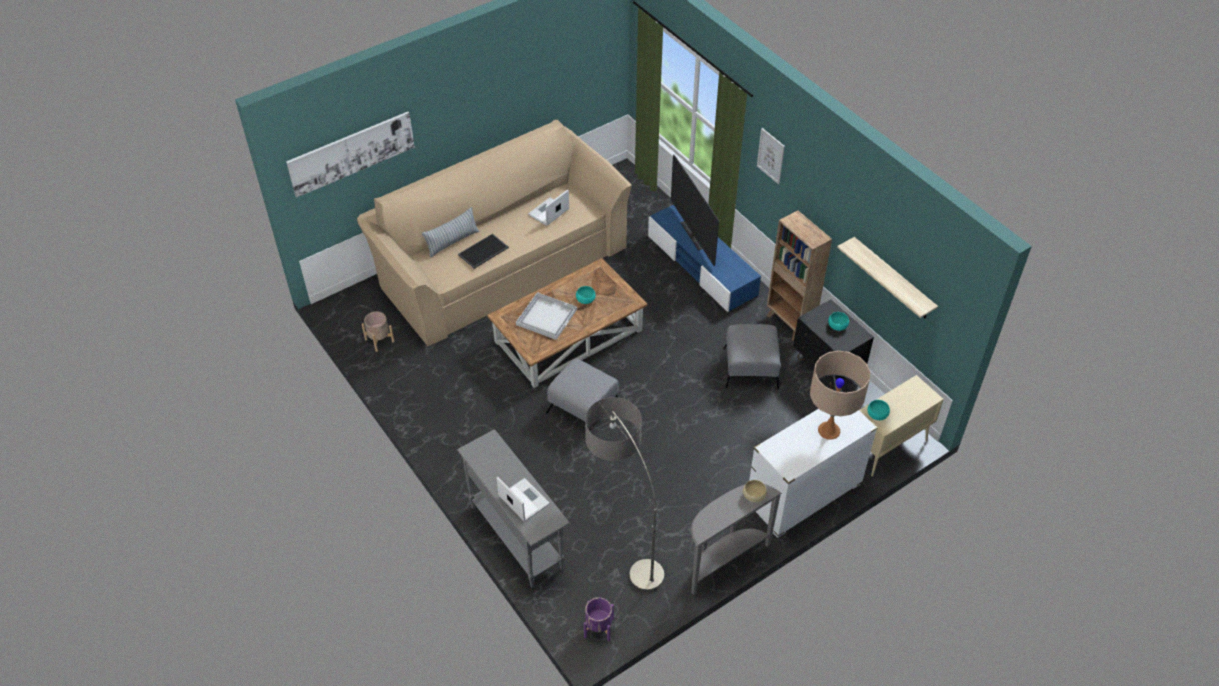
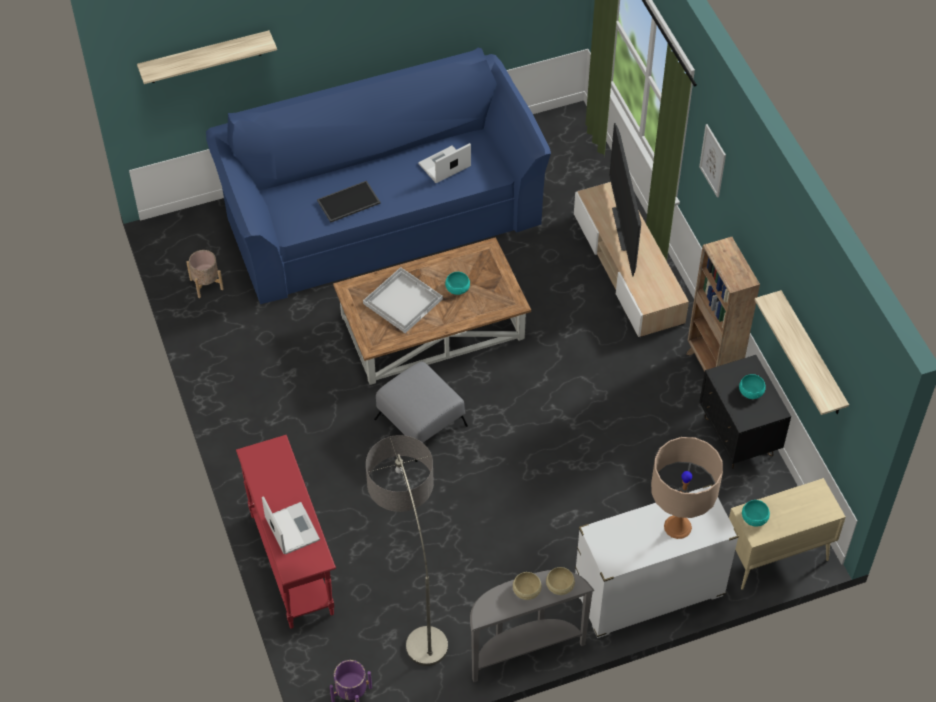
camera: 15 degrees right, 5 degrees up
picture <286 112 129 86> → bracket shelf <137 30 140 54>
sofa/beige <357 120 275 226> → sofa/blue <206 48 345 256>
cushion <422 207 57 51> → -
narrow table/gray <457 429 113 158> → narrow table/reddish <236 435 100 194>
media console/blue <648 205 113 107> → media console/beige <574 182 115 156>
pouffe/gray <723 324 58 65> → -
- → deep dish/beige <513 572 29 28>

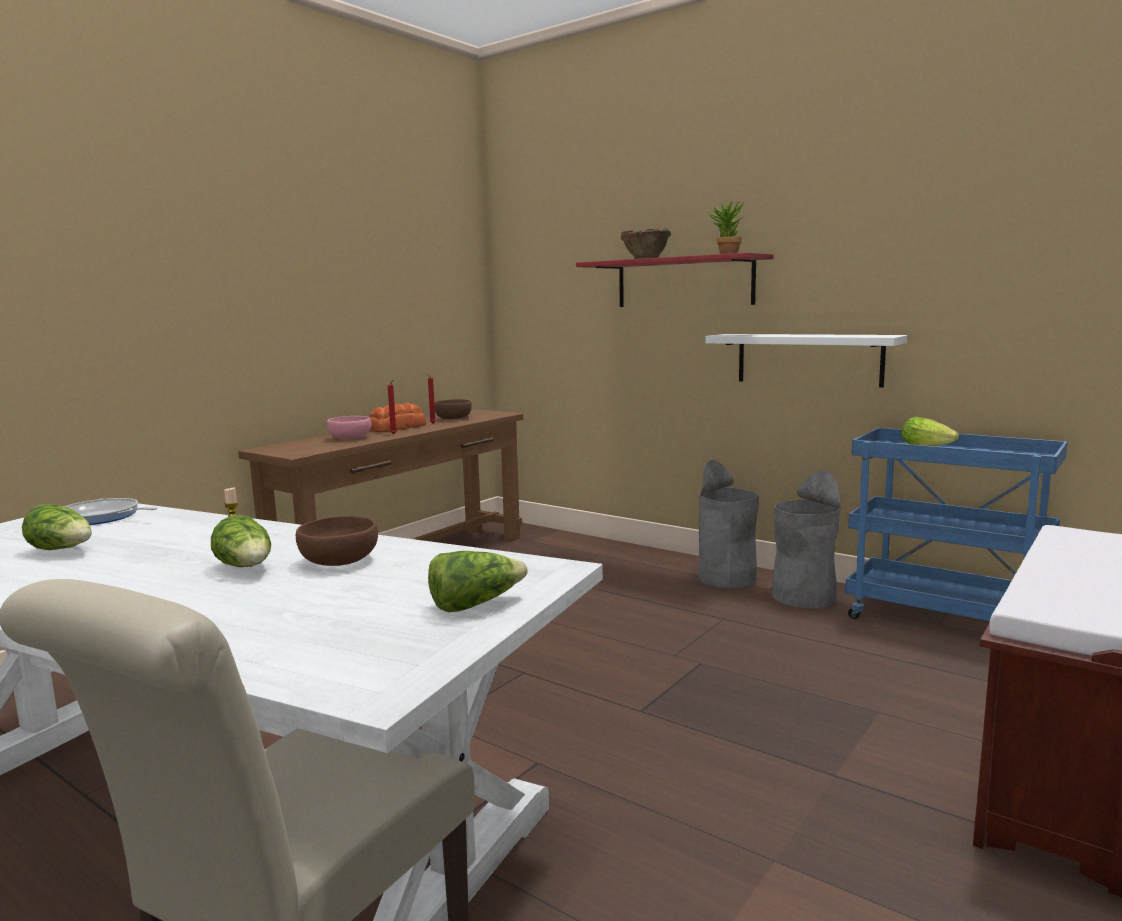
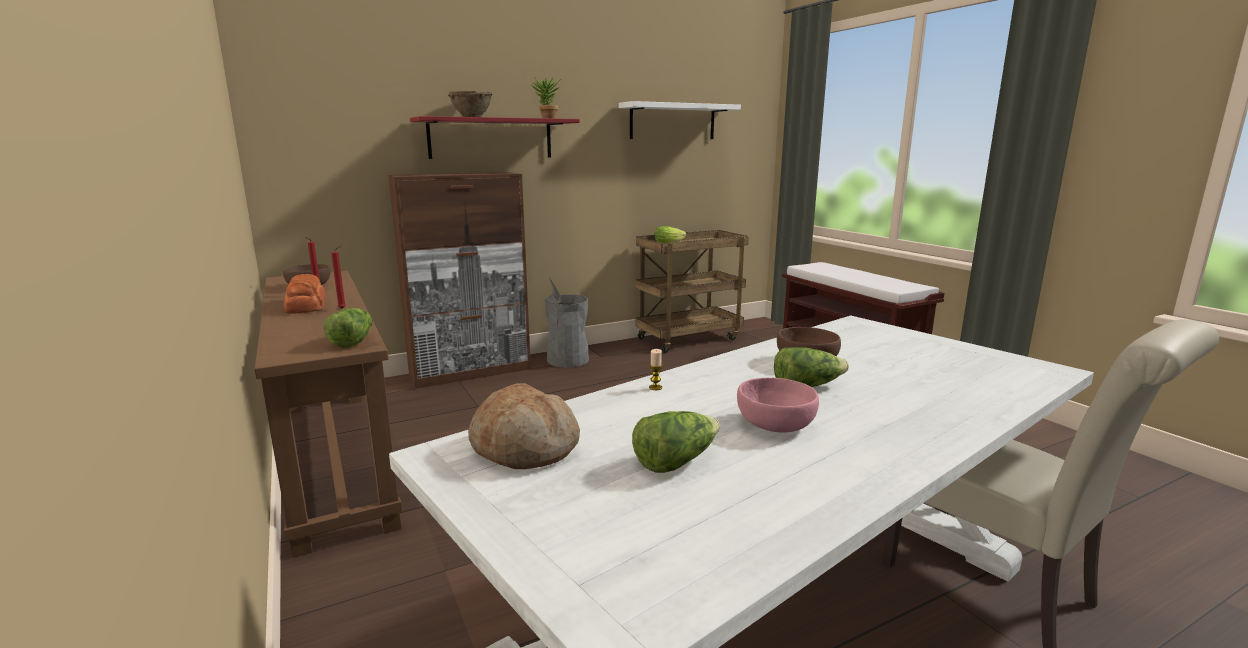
camera: 65 degrees left, 5 degrees up
pan <63 498 95 27> → bakery bread <468 383 112 86>
deep dish/pink <327 416 45 23> → deep dish/pink <737 378 82 55>, moved
head of lettuce <428 551 100 61> → head of lettuce <324 308 48 40>, moved
bracket shelf/white <705 334 202 54> → bracket shelf/white <619 101 122 38>, moved
trash can/gray <772 471 69 137> → -
wheeled cart/blue <845 428 223 193> → wheeled cart/brownish <636 230 113 123>
- → storage cabinet/brownish <388 172 143 217>

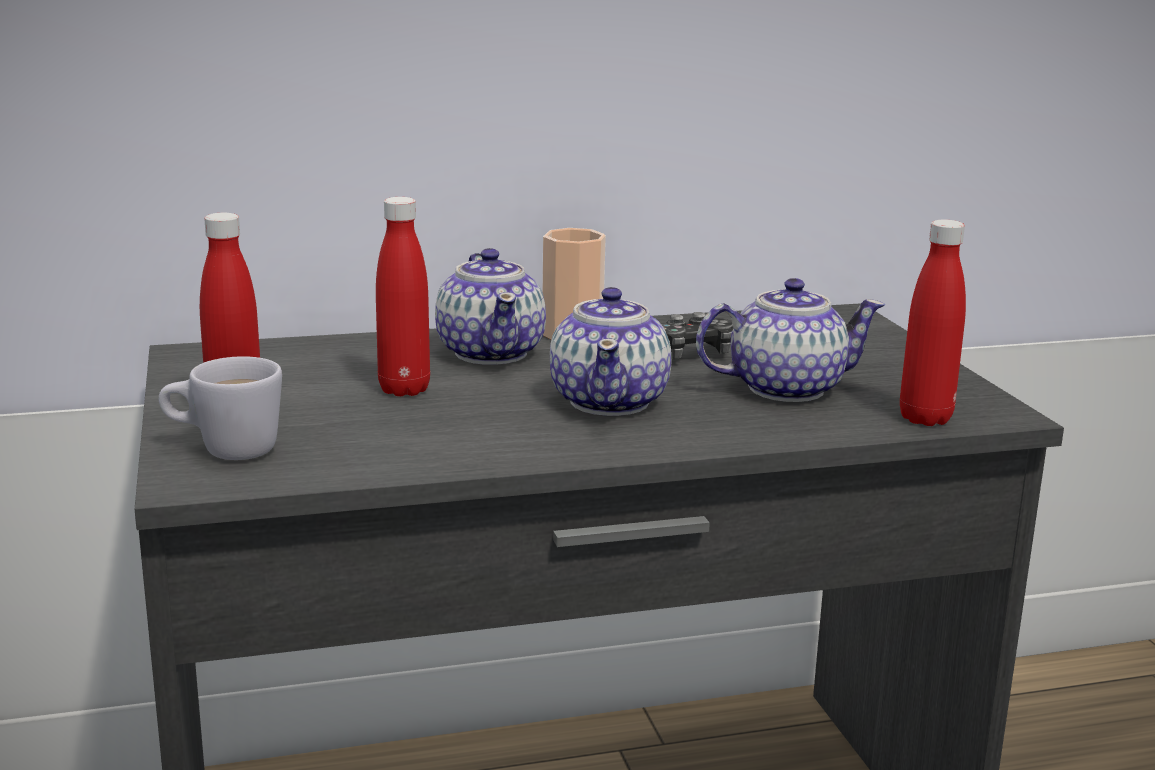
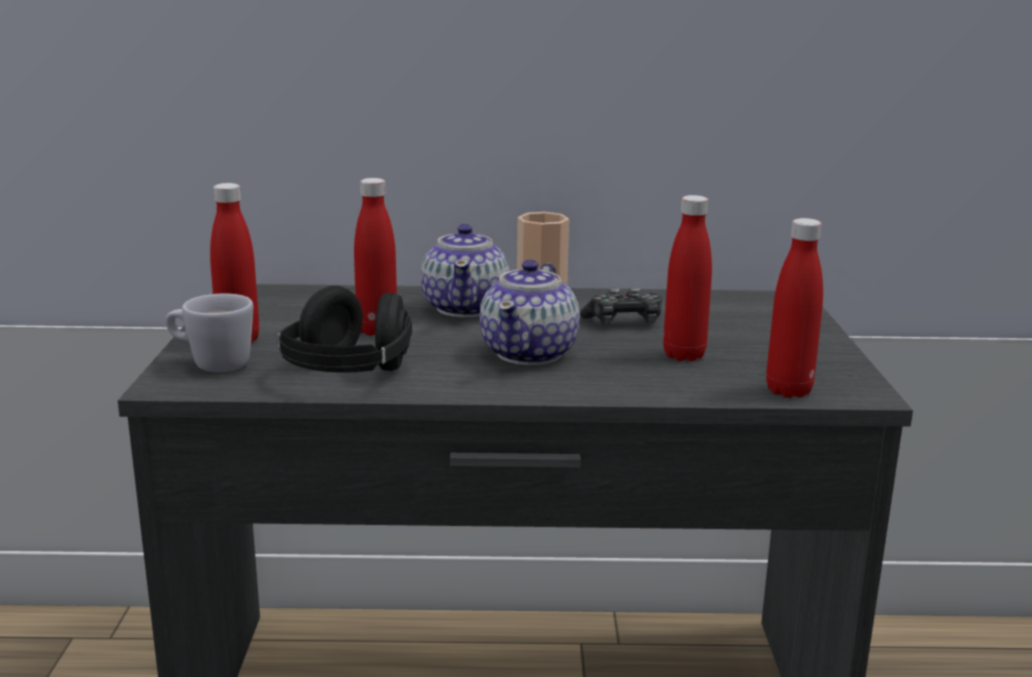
camera: 15 degrees right, 0 degrees up
teapot <696 278 190 124> → beverage bottle/reddish <663 195 49 166>
- → pair of headphones/blackish <277 286 135 87>

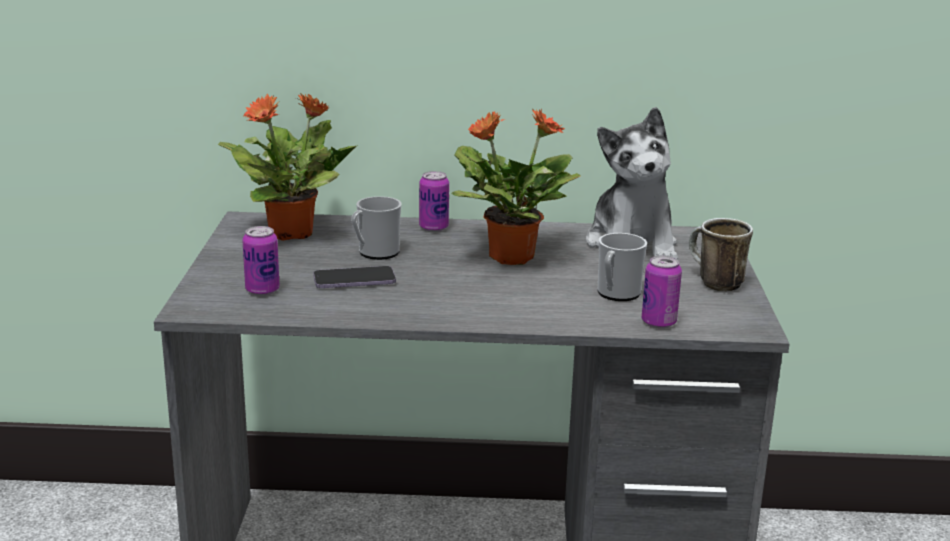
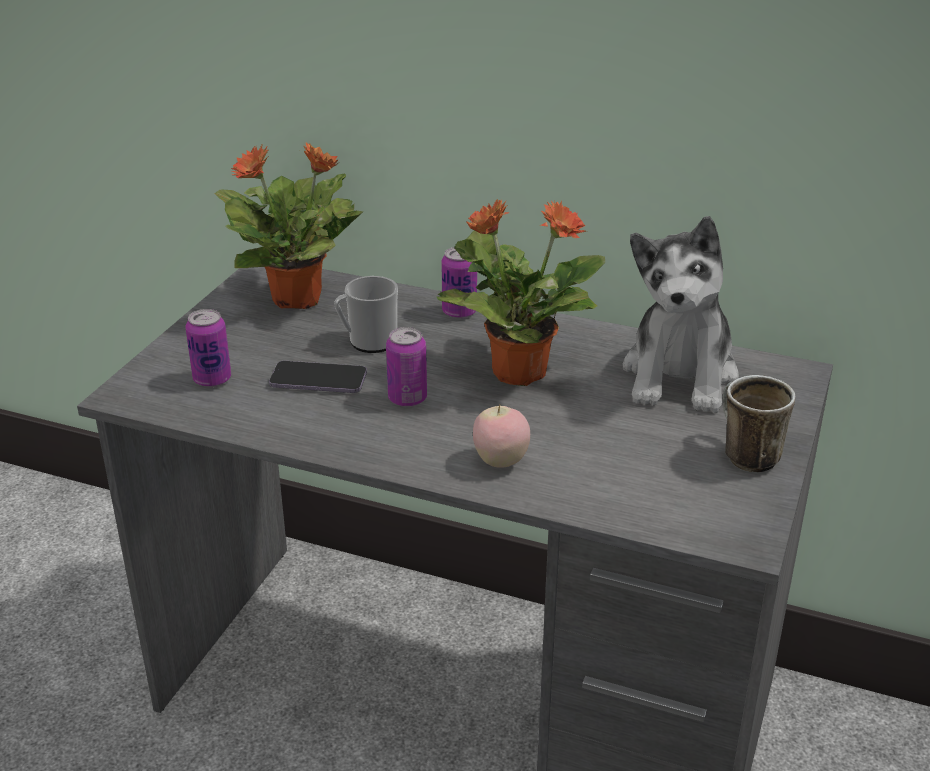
camera: 20 degrees right, 10 degrees up
coffee mug <597 233 50 68> → -
can <641 256 41 72> → can <386 327 41 80>, moved
- → apple <473 405 57 63>

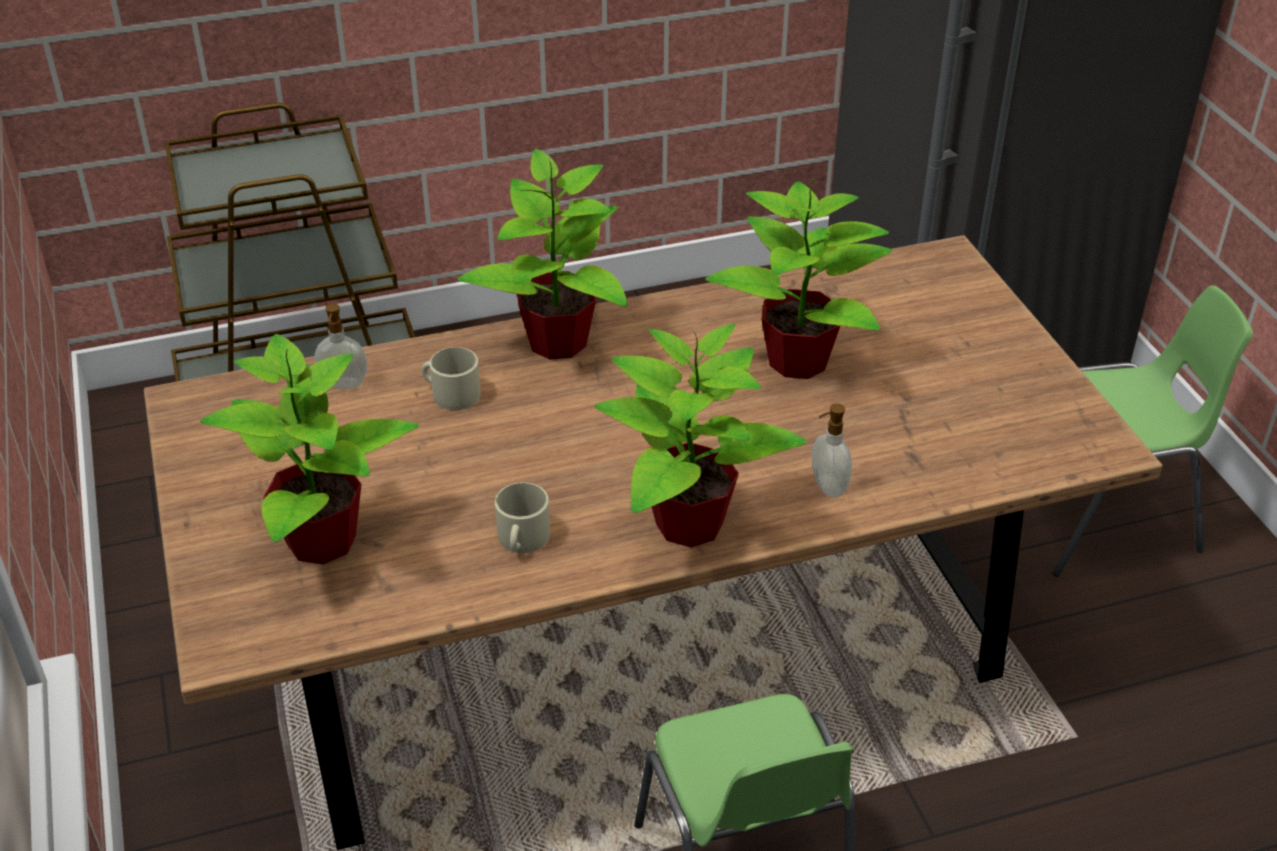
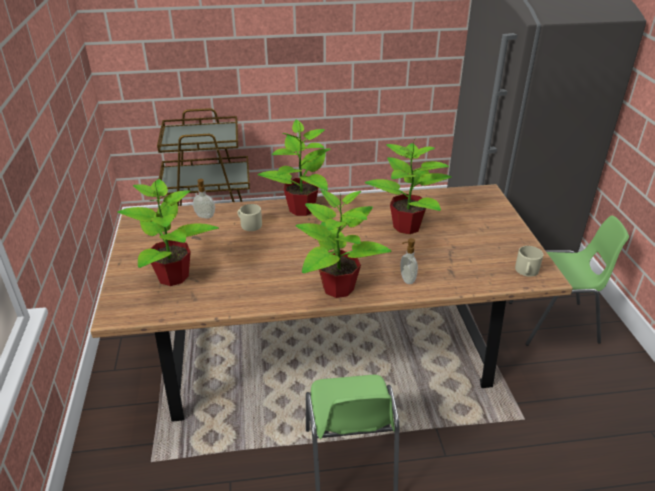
camera: 10 degrees right, 5 degrees down
coffee mug/beige <495 482 55 71> → coffee mug/beige <515 246 28 31>, moved

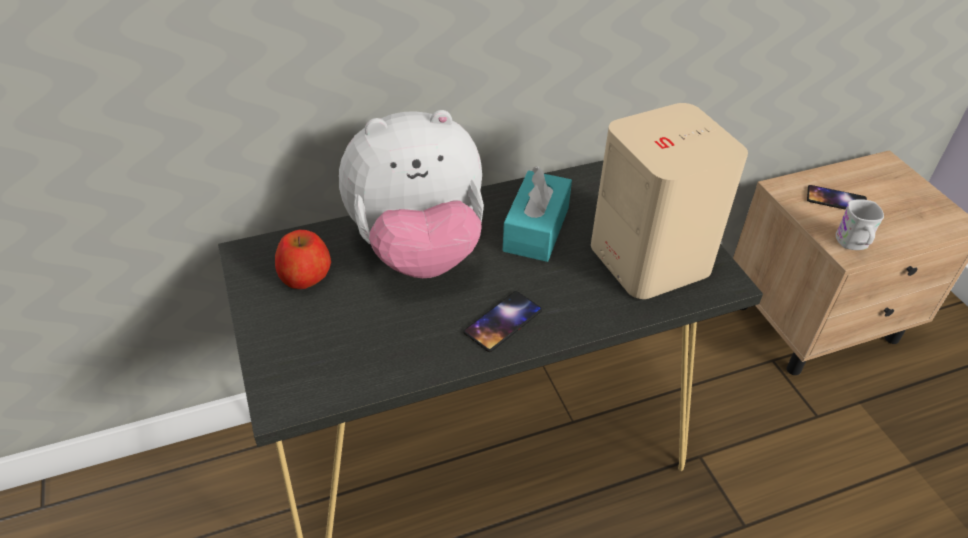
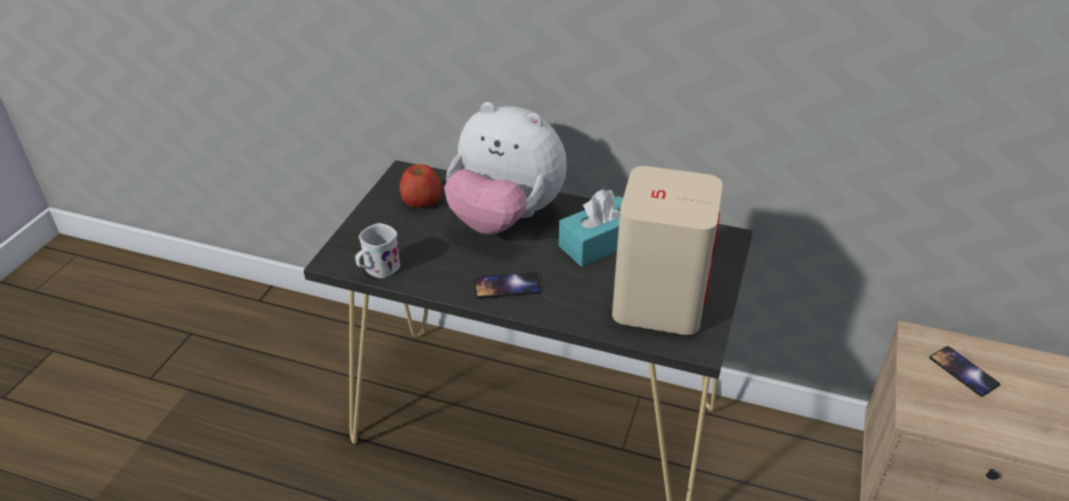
camera: 40 degrees right, 5 degrees down
coffee mug/white <836 199 48 51> → coffee mug/white <355 223 45 55>, moved

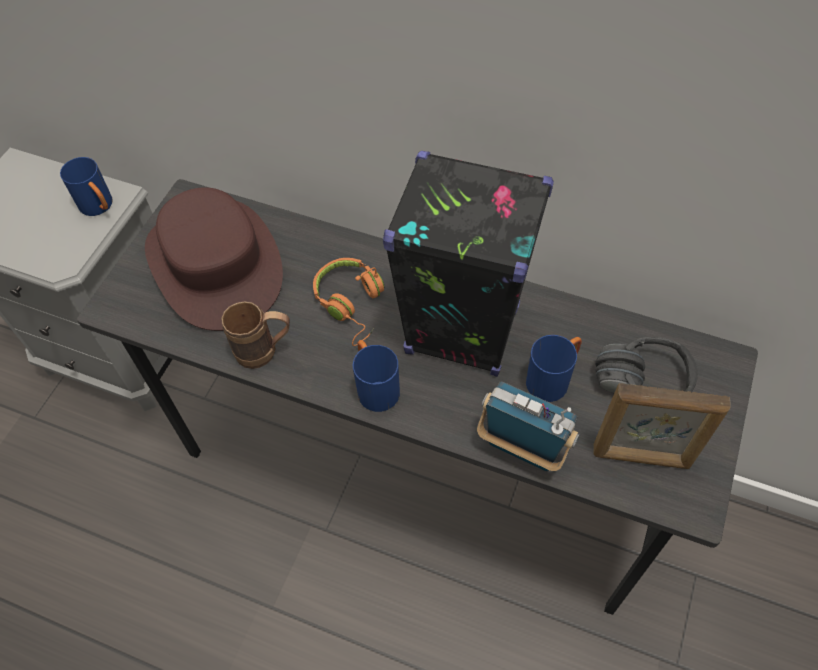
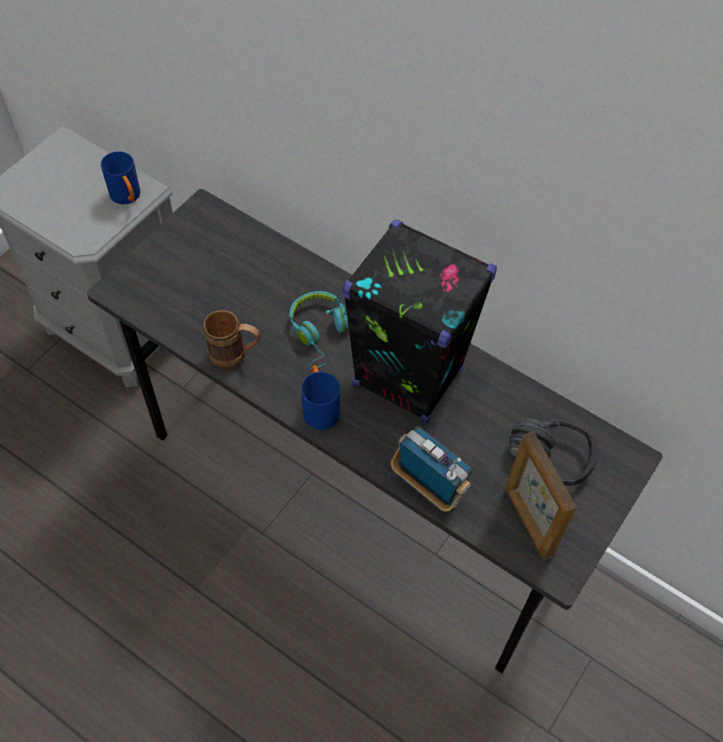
camera: 10 degrees right, 0 degrees up
hat/brownish <145 187 138 144> → -
pair of headphones/orange <313 258 71 88> → pair of headphones/turquoise <289 291 60 78>
coffee mug/blue <526 335 56 67> → -
photo frame <593 383 138 86> → photo frame <505 431 72 127>, 45 degrees clockwise

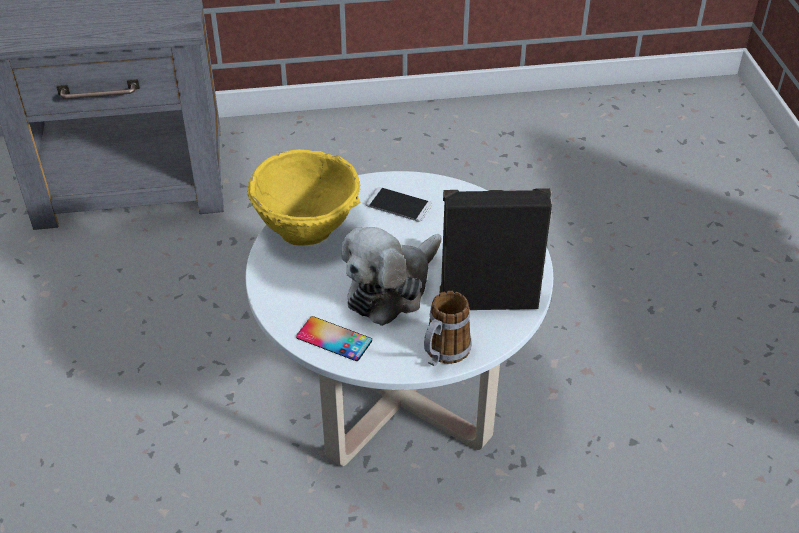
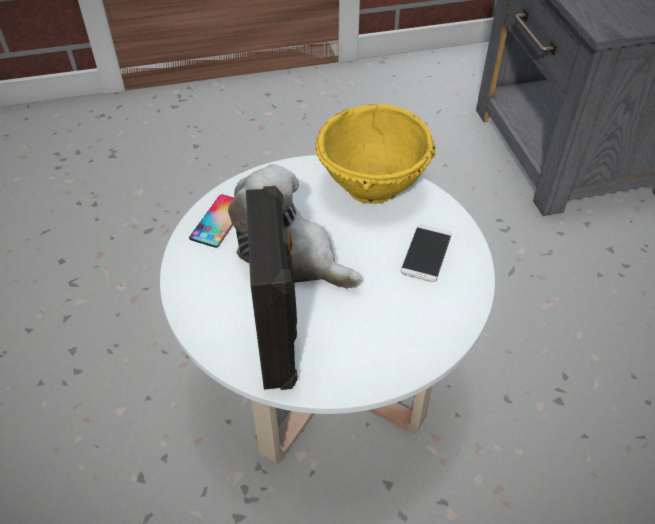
camera: 85 degrees right, 5 degrees up
coffee mug <424 291 47 75> → -

